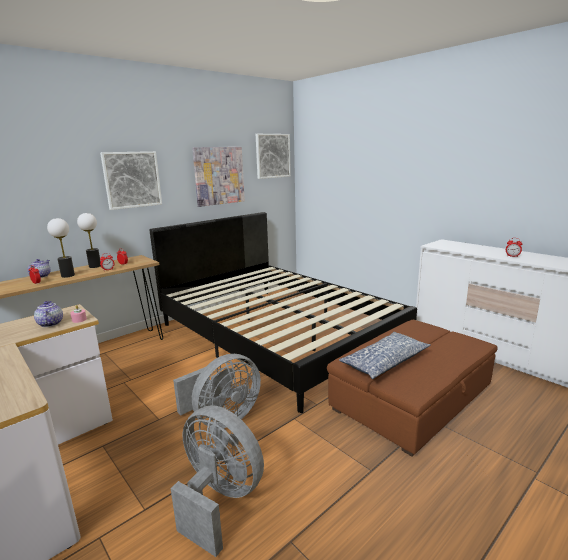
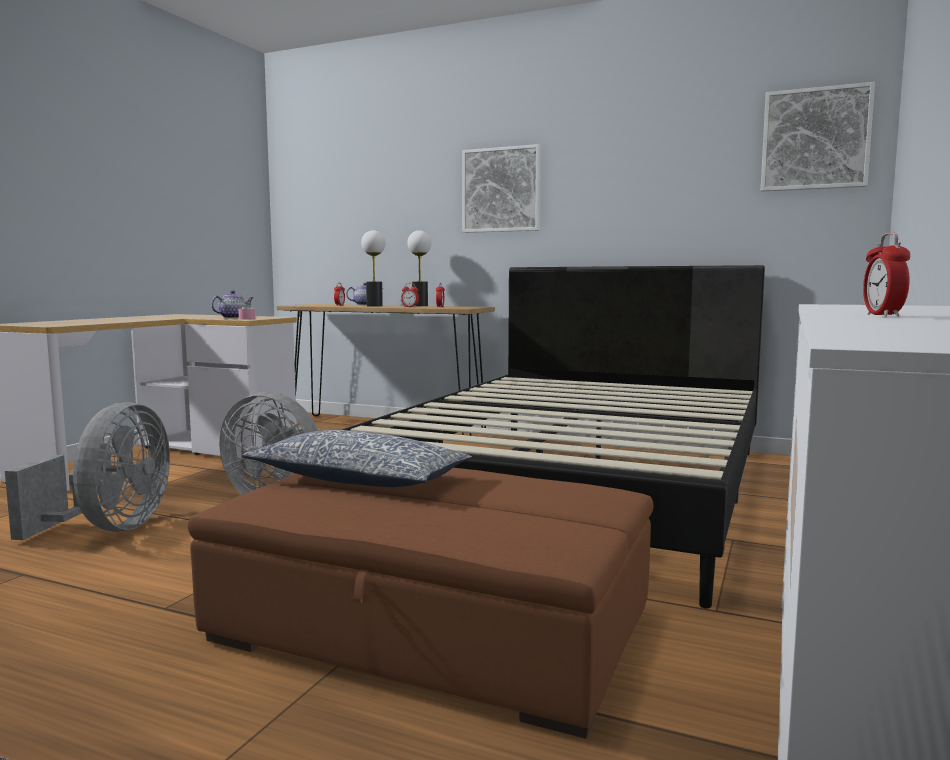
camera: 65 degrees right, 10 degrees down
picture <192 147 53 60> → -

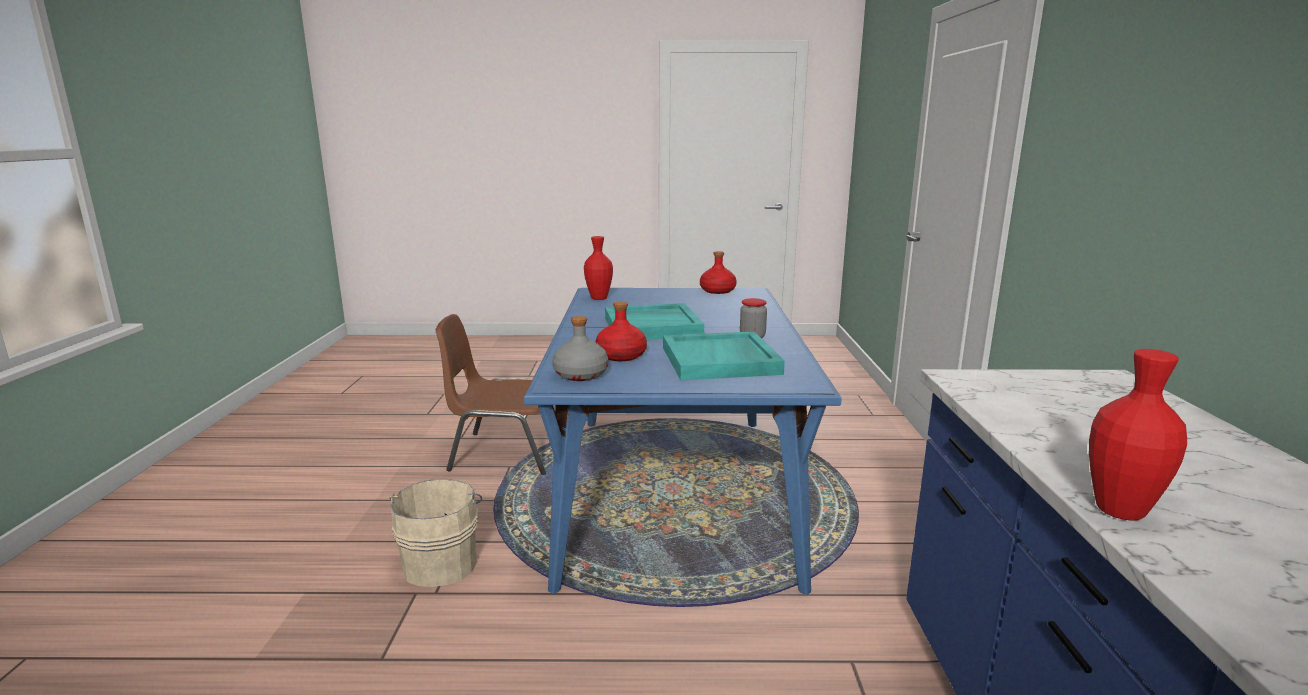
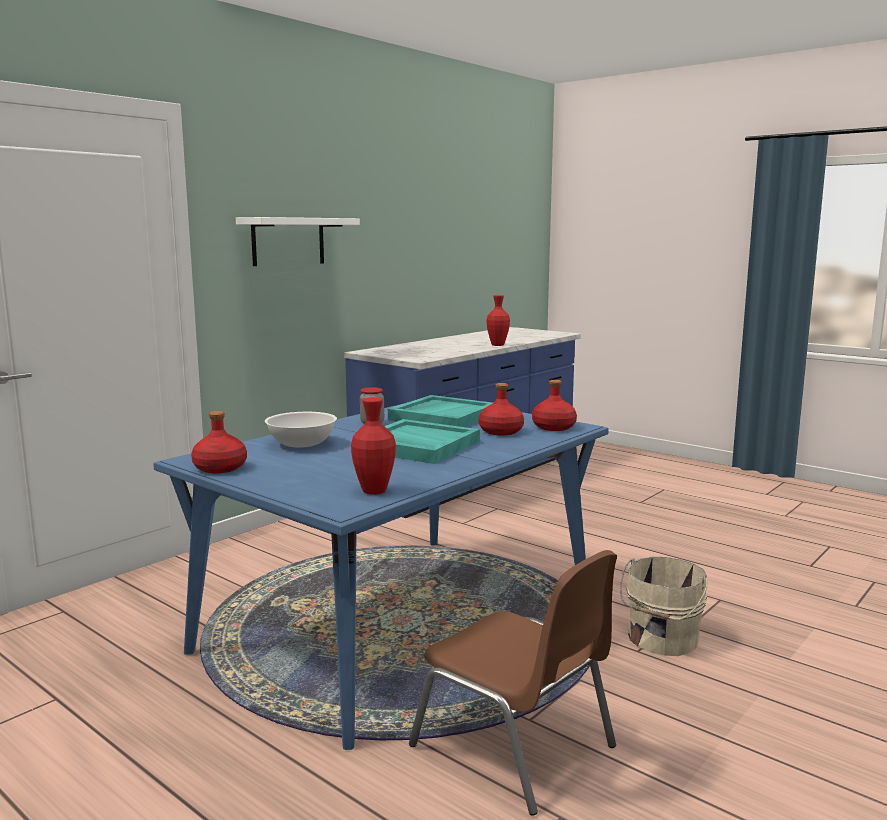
camera: 140 degrees left, 5 degrees down
beverage bottle/gray <552 316 56 65> → beverage bottle/reddish <532 380 45 51>
- → bracket shelf/white <236 217 124 49>
- → deep dish/white <265 412 72 36>

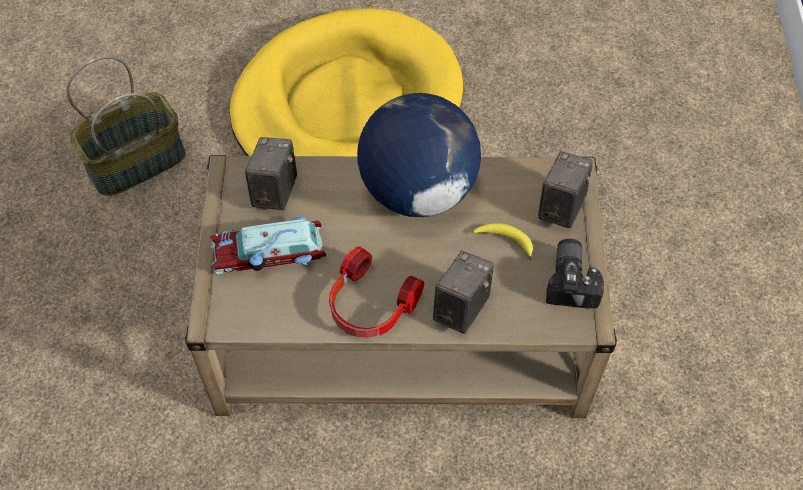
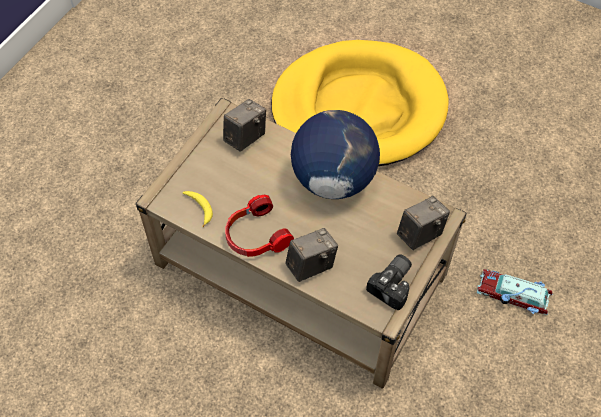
camera: 30 degrees right, 0 degrees up
storage basket <66 56 120 140> → -
miniature car <210 215 118 60> → miniature car <477 269 76 46>, moved
whole banana <473 223 60 37> → whole banana <183 191 30 36>, moved

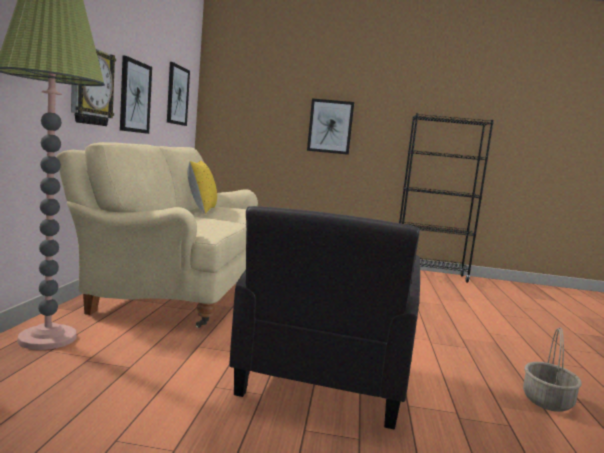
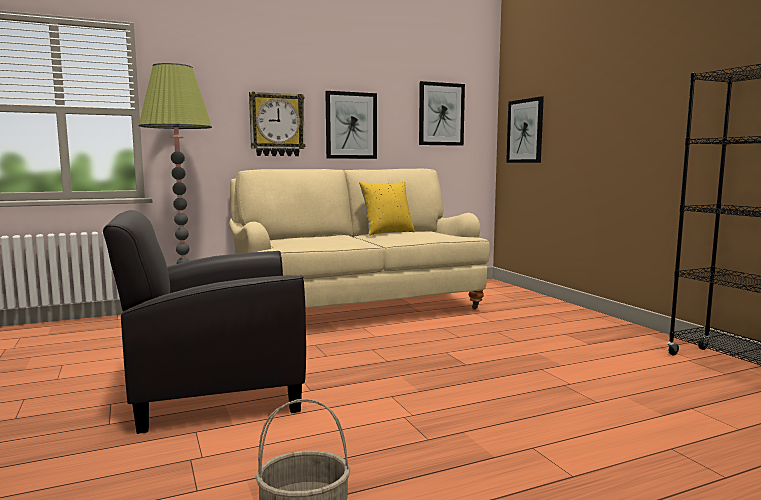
camera: 60 degrees right, 0 degrees up
picture <307 98 47 57> → picture <506 96 38 67>, moved

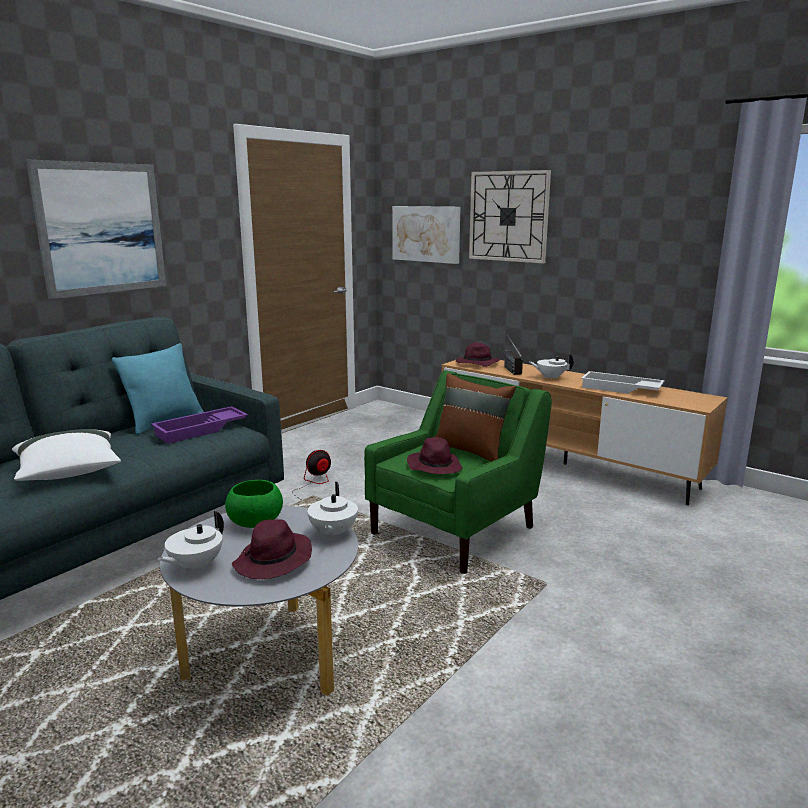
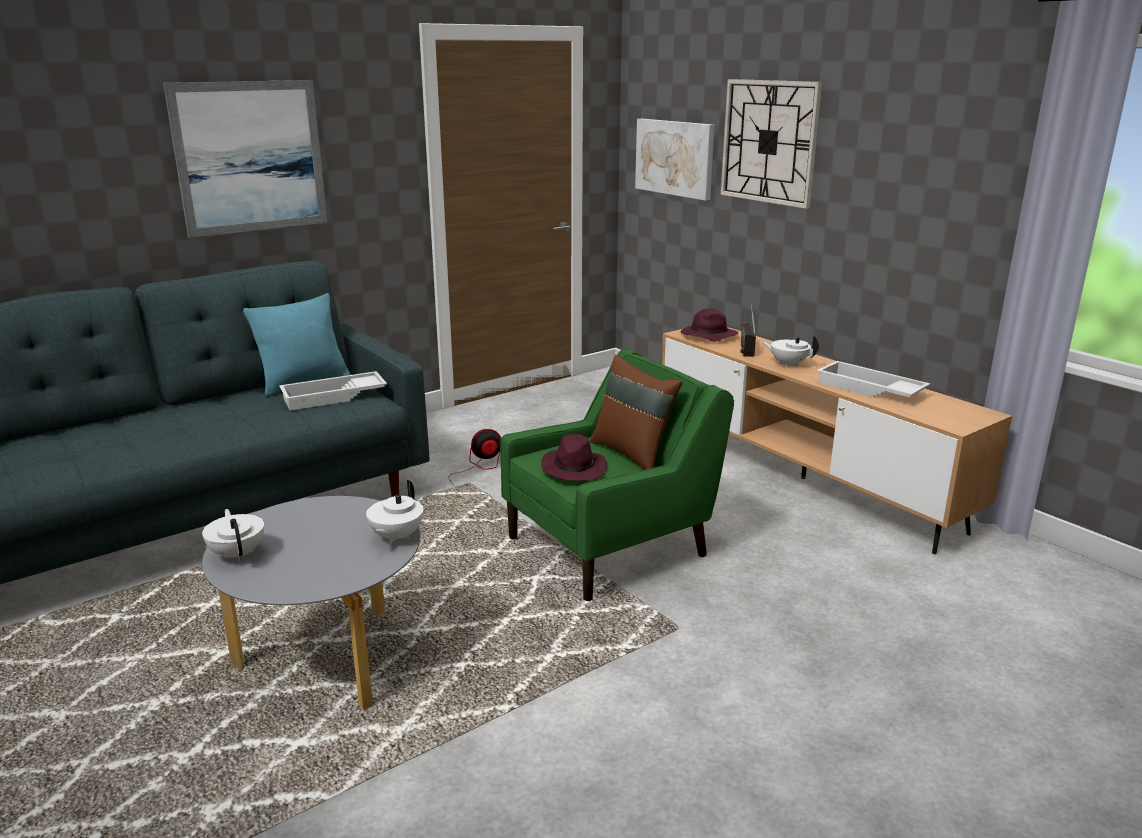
camera: 15 degrees right, 5 degrees up
cushion/white <12 429 109 52> → -
serving tray/purple <151 406 97 38> → serving tray/white <279 371 108 40>
teapot/white <158 511 66 62> → teapot/white <202 509 62 52>, 105 degrees clockwise
deep dish/greenish <225 480 58 48> → -
hat/purple <232 519 80 60> → -

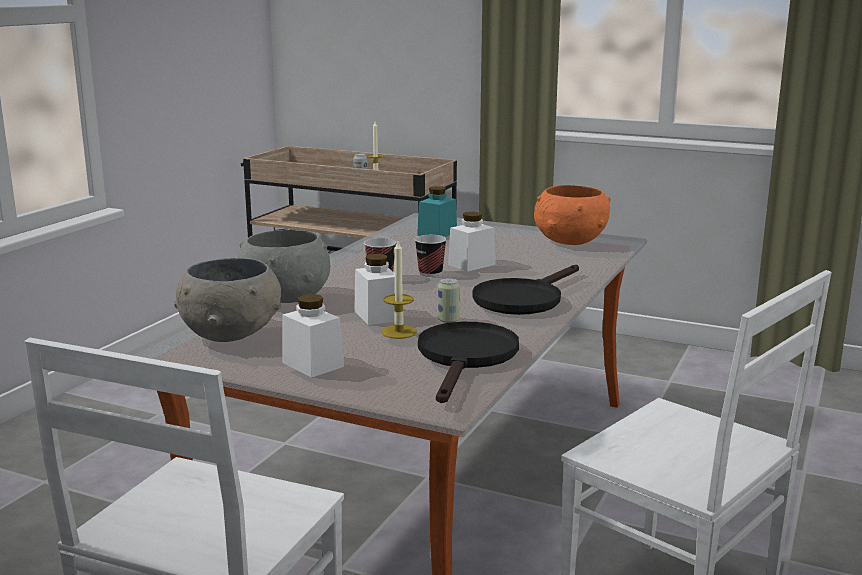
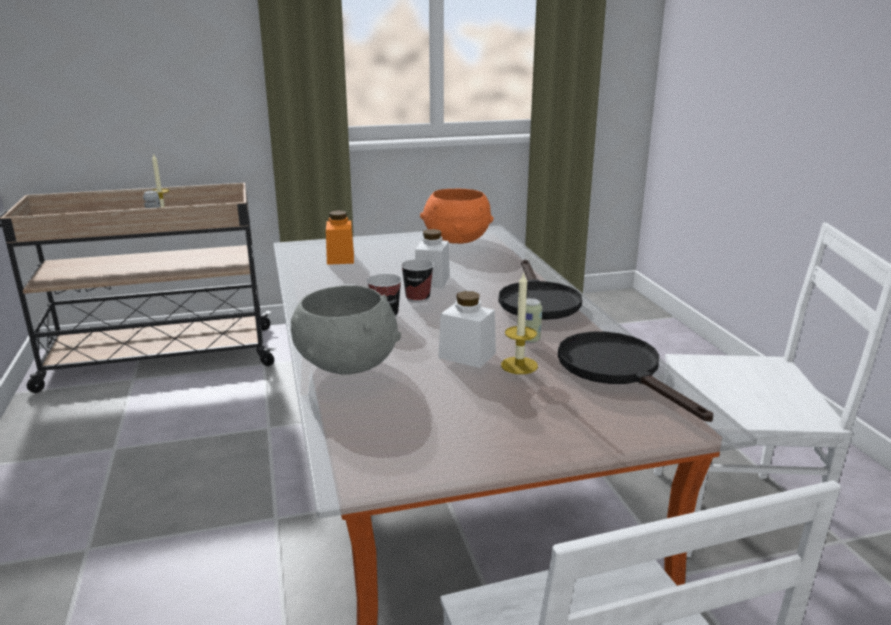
camera: 40 degrees left, 5 degrees up
deep dish/gray <174 258 107 84> → -
storage jar/white <282 294 62 83> → -
storage jar/turquoise <417 186 40 51> → storage jar/orange <326 211 28 54>

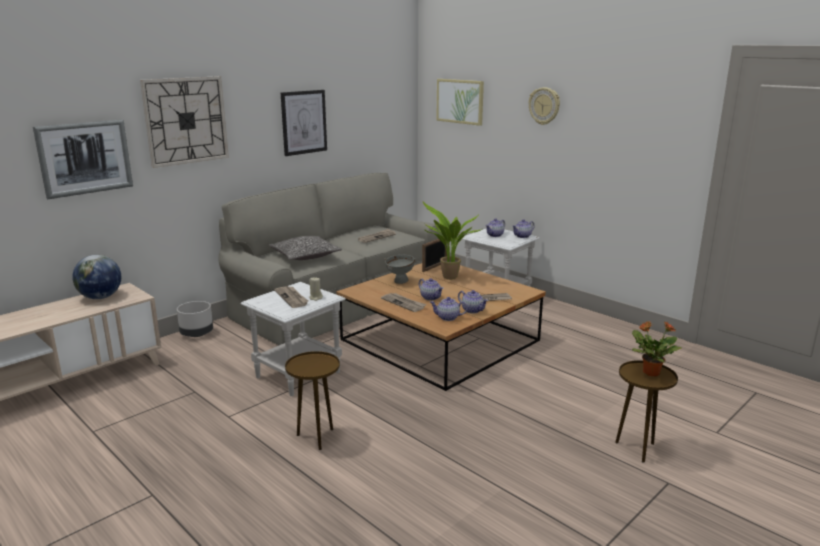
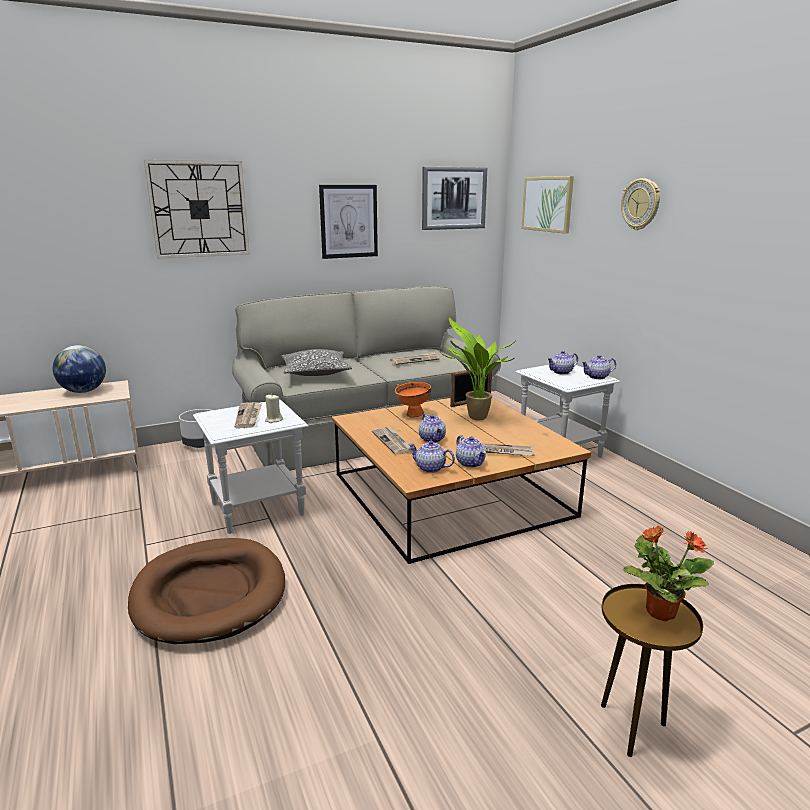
camera: 20 degrees right, 0 degrees up
picture <33 119 100 80> → picture <422 167 65 63>, moved
end table/brownish <285 351 55 99> → pet bed/brownish <128 538 157 106>
deep dish/gray <385 255 30 29> → deep dish/orange <395 382 36 36>

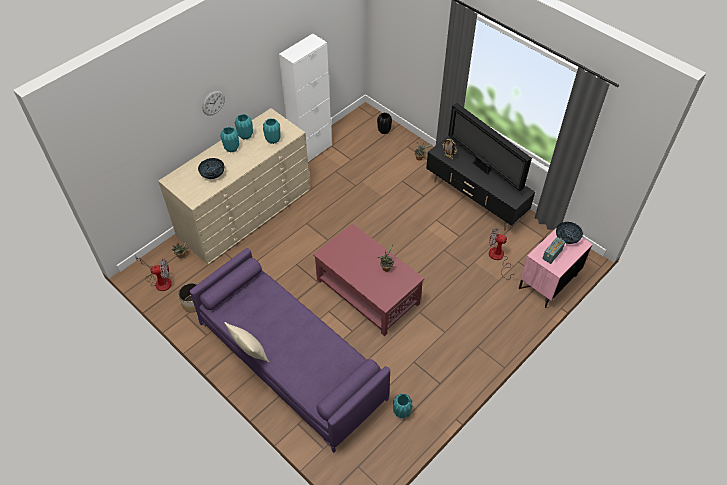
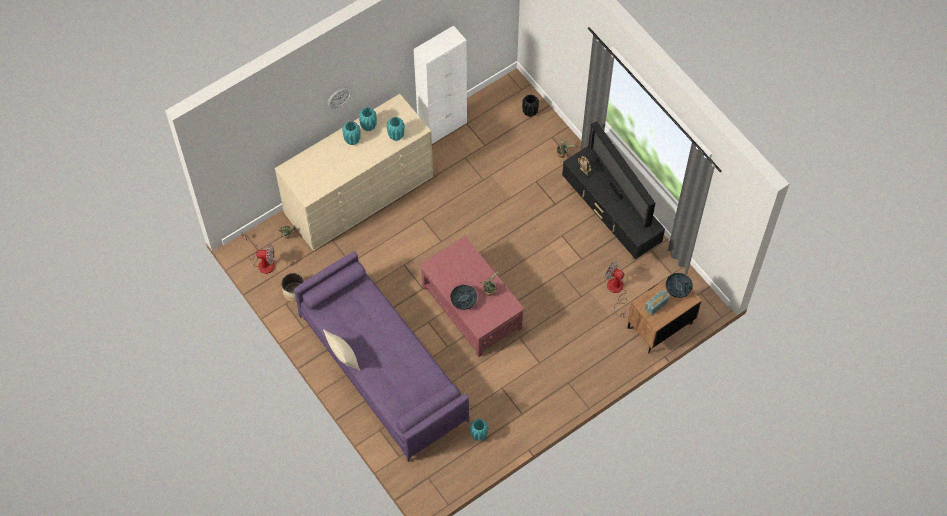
camera: 10 degrees right, 10 degrees up
deep dish <198 158 26 21> → deep dish <450 285 27 25>, moved
nightstand/pink <519 229 74 79> → nightstand/brownish <627 272 75 81>

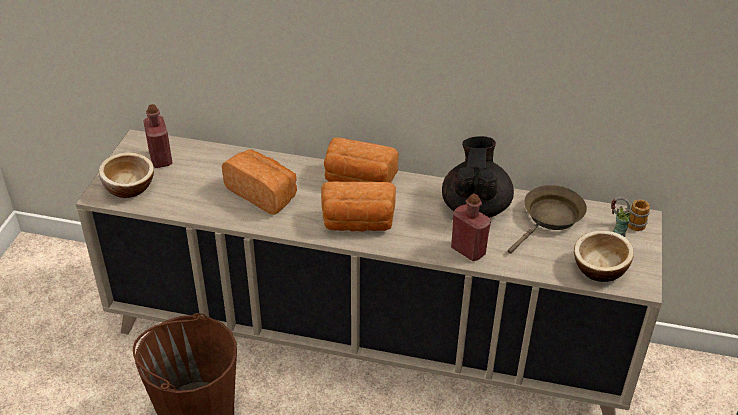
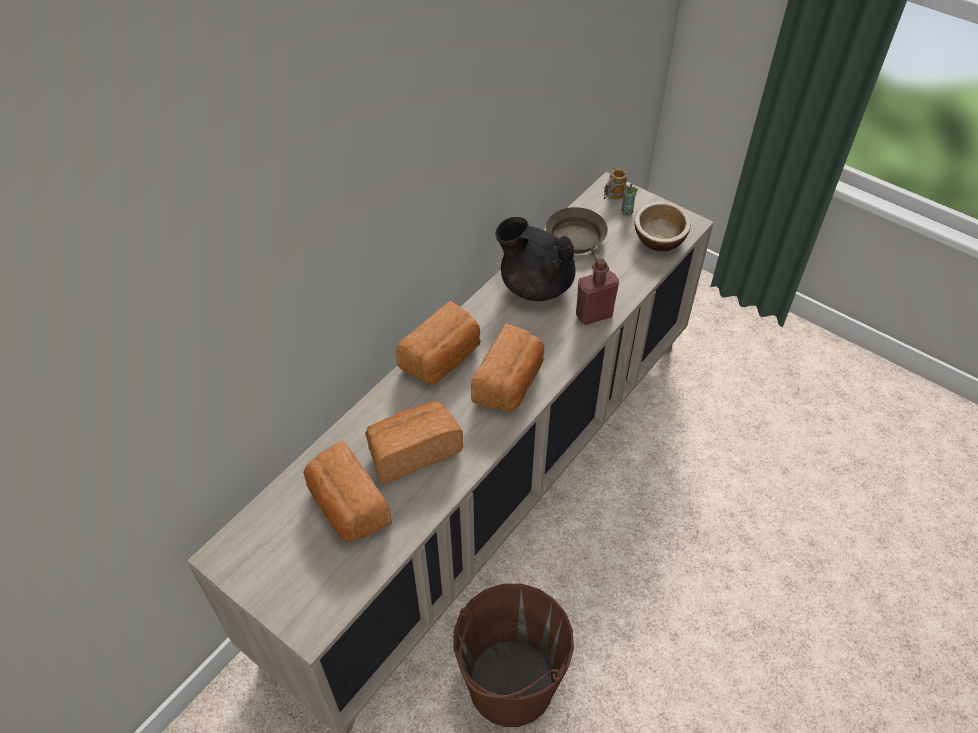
camera: 65 degrees left, 10 degrees up
deep dish <99 152 55 46> → -
beverage bottle/reddish <143 104 29 64> → -
- → bakery bread <303 440 89 102>

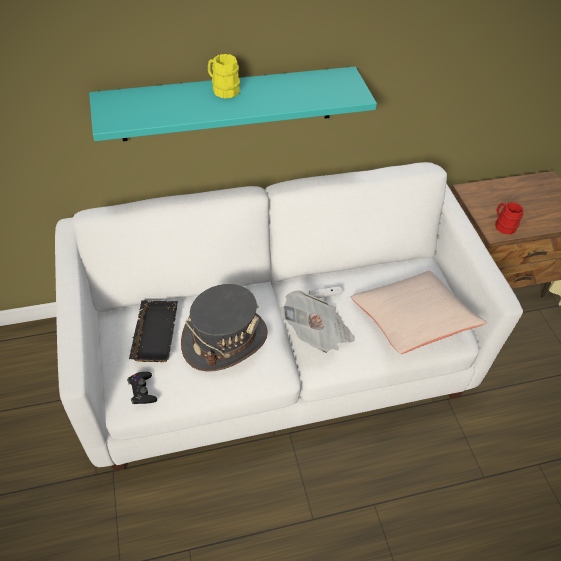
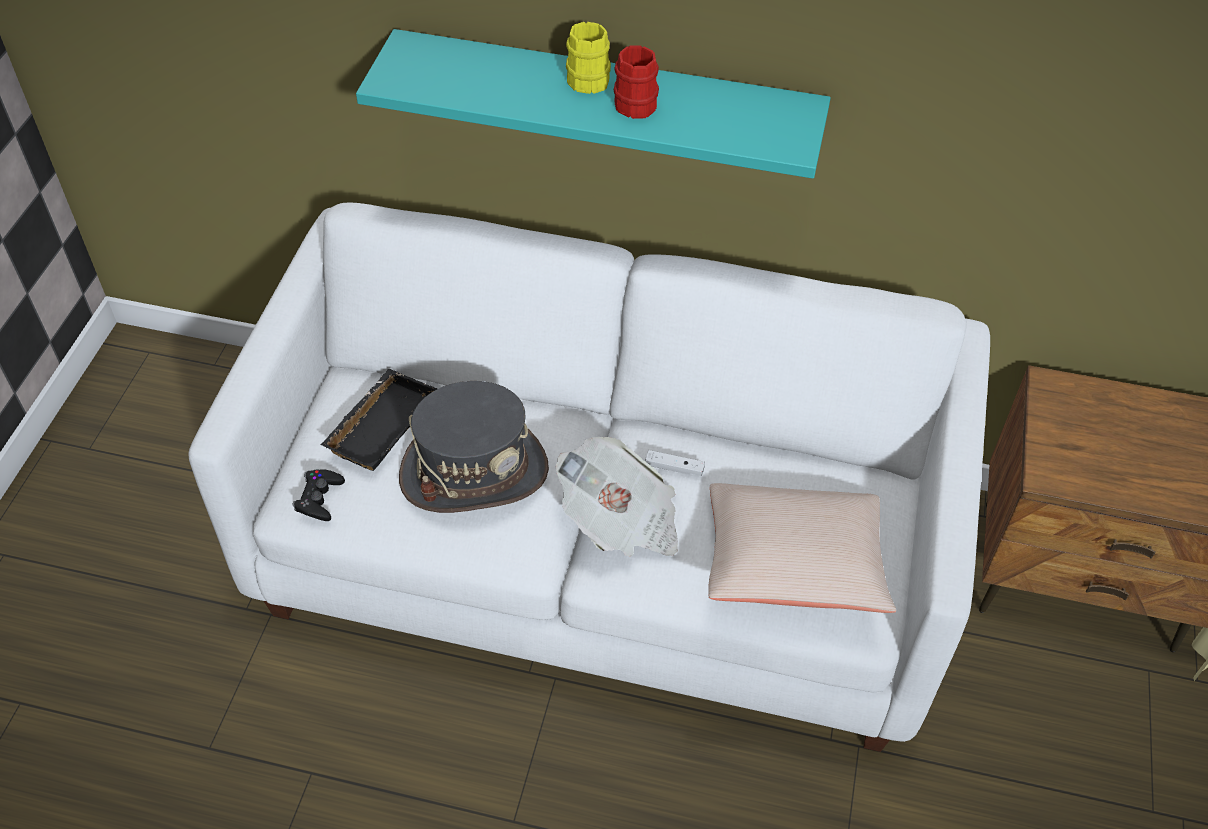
camera: 30 degrees right, 0 degrees up
coffee mug/reddish <495 202 29 33> → coffee mug/reddish <614 45 45 74>, moved

